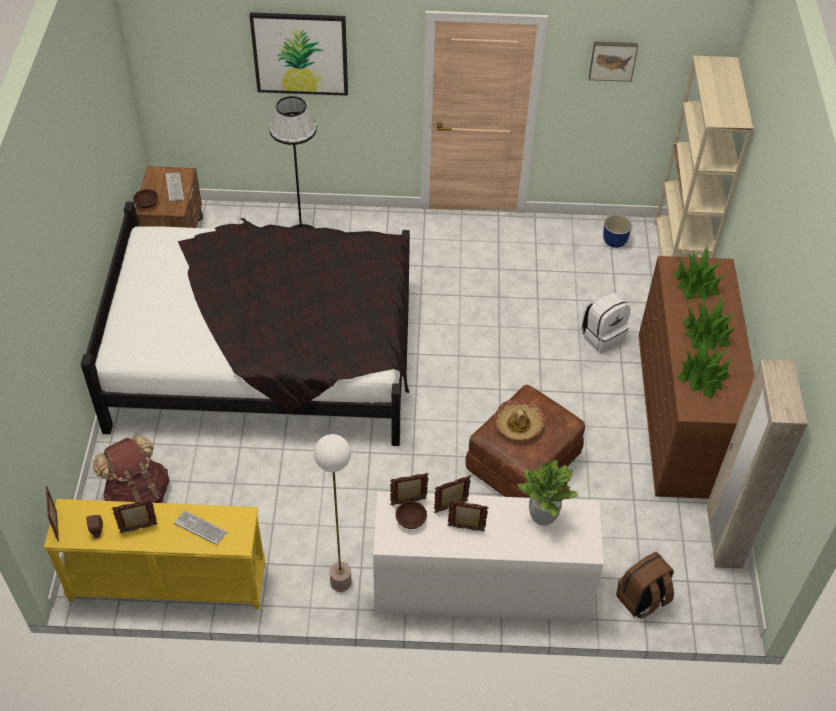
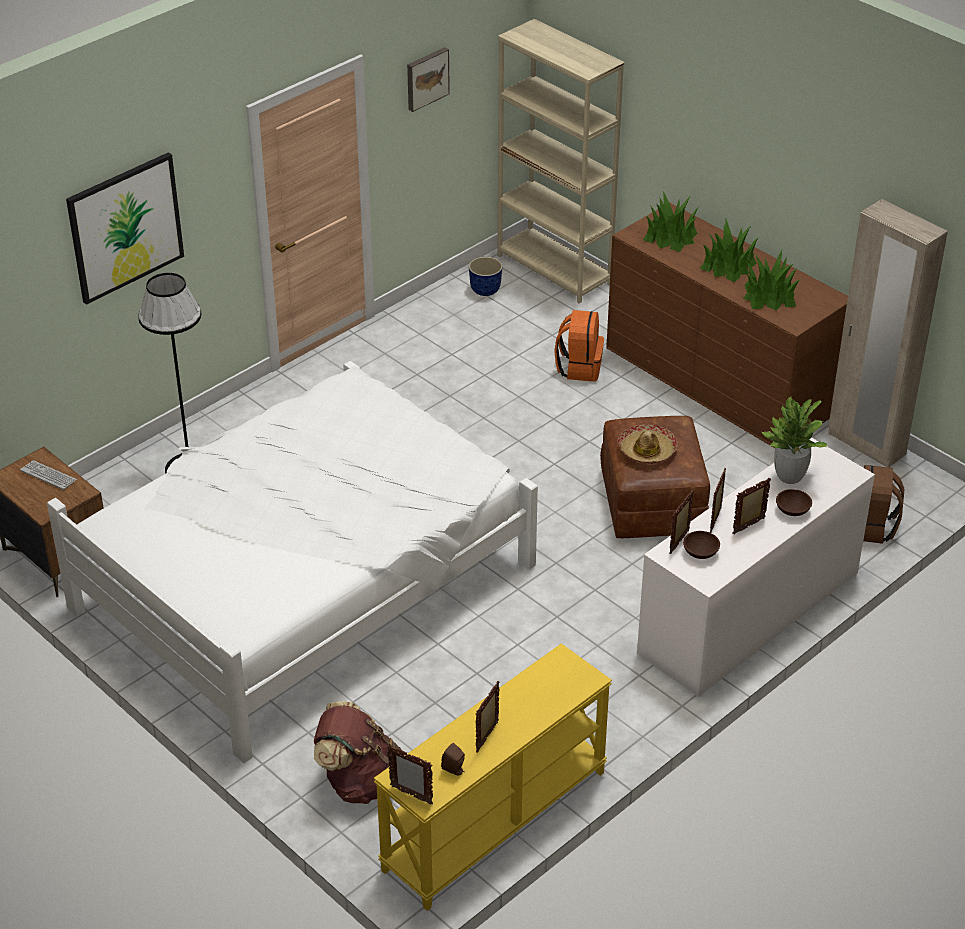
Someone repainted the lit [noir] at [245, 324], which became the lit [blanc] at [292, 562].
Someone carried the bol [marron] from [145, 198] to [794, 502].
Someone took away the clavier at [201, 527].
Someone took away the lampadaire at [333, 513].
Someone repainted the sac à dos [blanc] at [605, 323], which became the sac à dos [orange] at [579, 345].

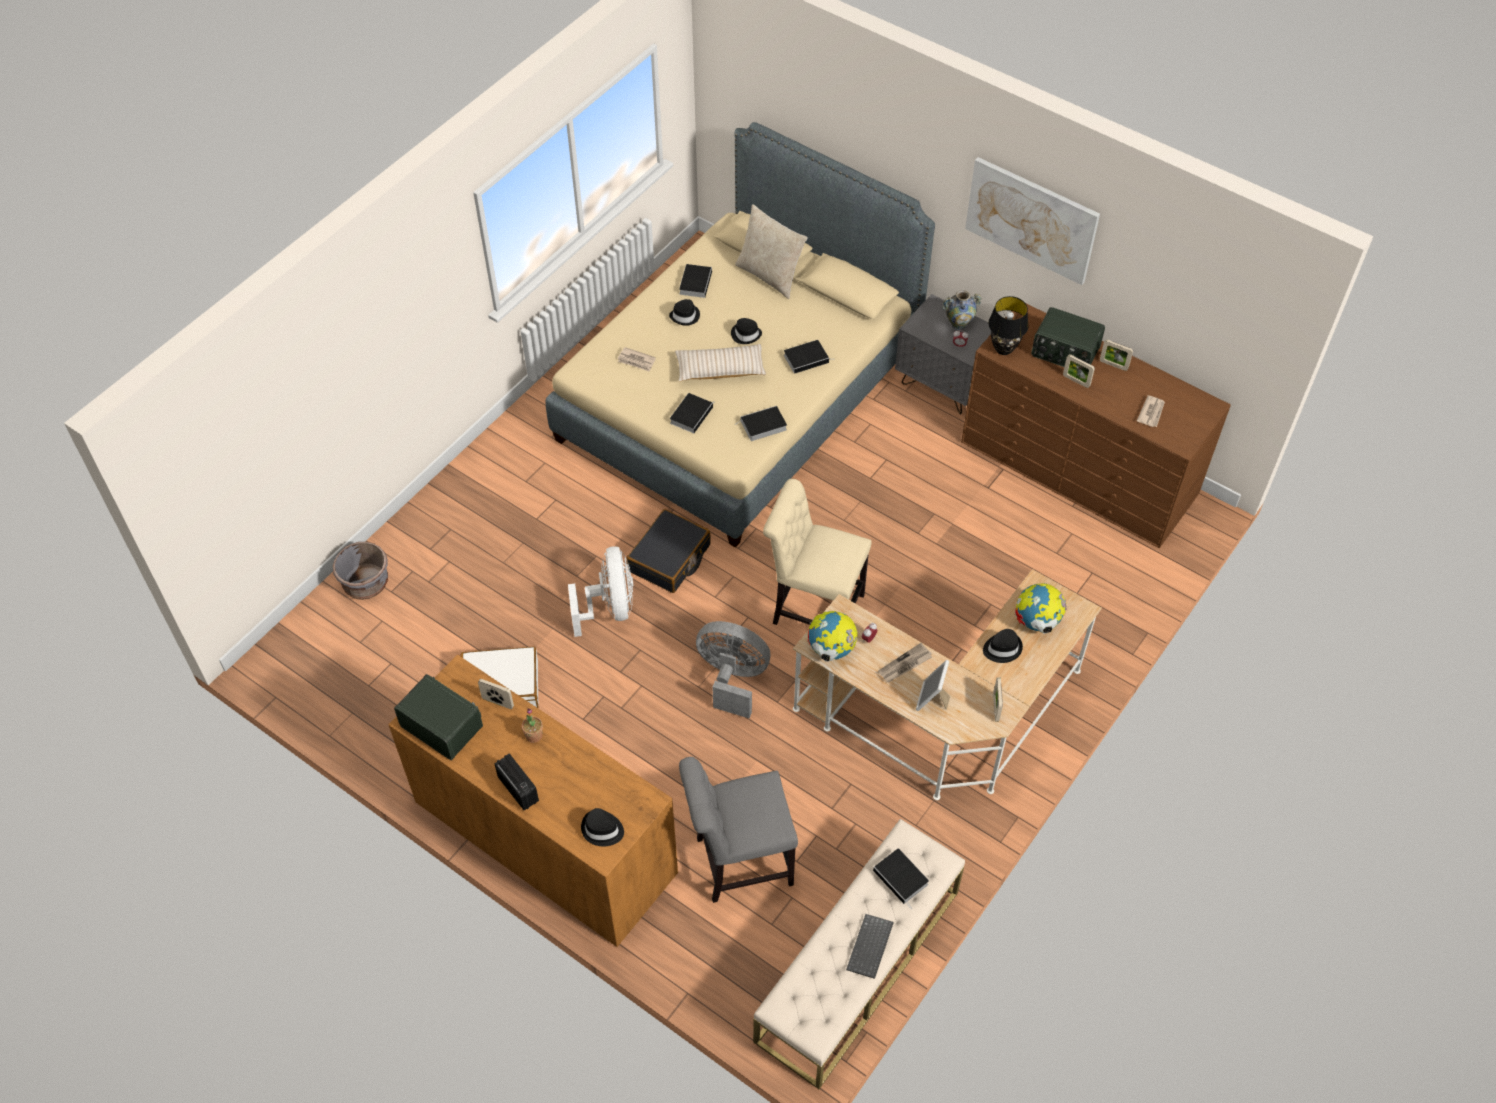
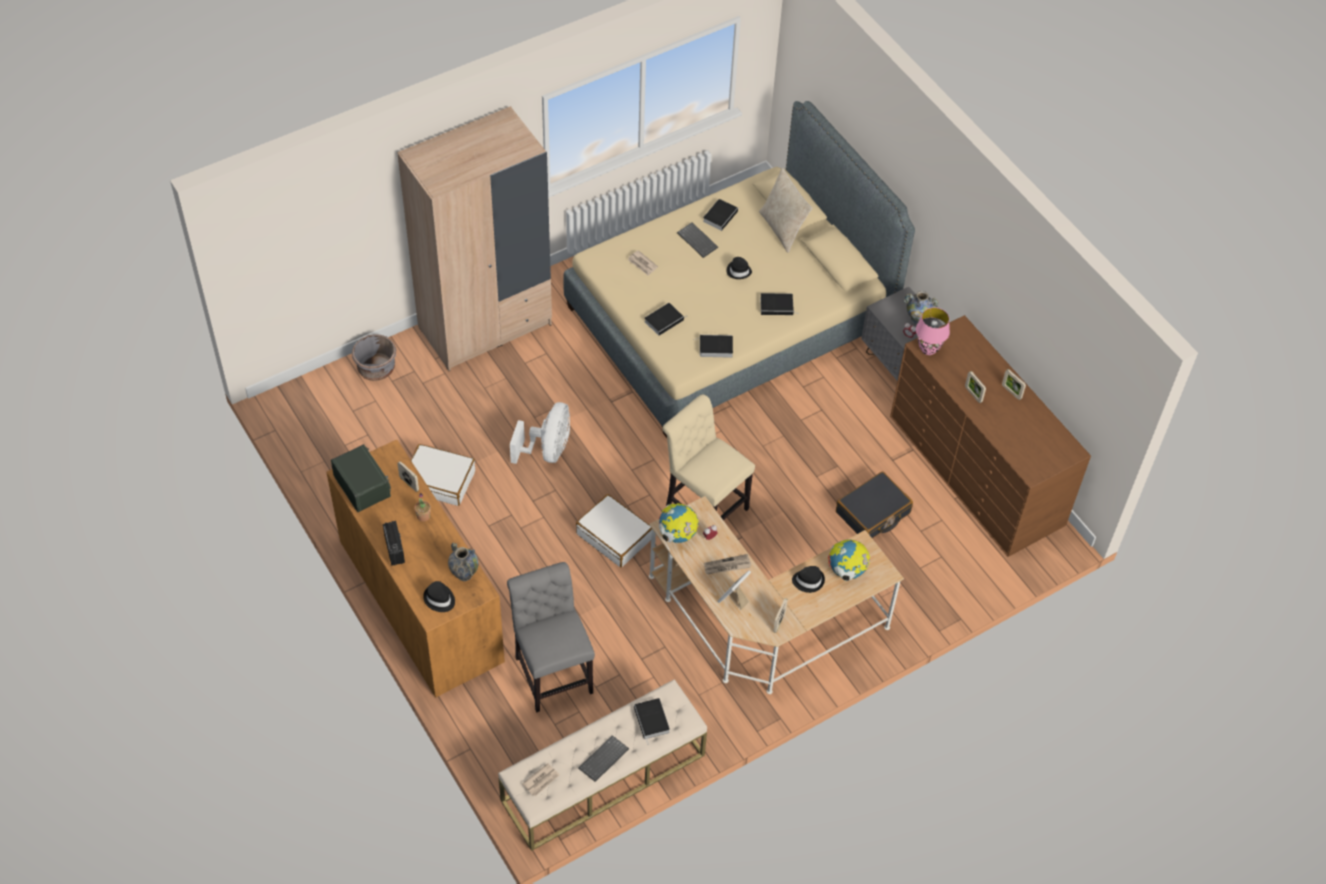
Someone carried the valise [noir] from [668, 551] to [874, 504].
Someone swapped the chapeau [noir] at [684, 312] for the clavier at [697, 240].
Someone took away the coussin [beige] at [720, 363].
Someone rotated the chaise [gris] at [738, 830] by 60 degrees clockwise.
Someone swapped the ventilateur [gris] at [733, 669] for the valise [blanc] at [614, 530].
Someone took away the tableau at [1032, 221].
Someone repainted the lampe de table [noir] at [1008, 325], which became the lampe de table [rose] at [933, 331].
Someone took away the radio at [1068, 337].
Someone carried the journal from [1151, 411] to [541, 780].
Someone put down the armoire [beige] at [474, 238].
Someone put down the vase at [463, 562].

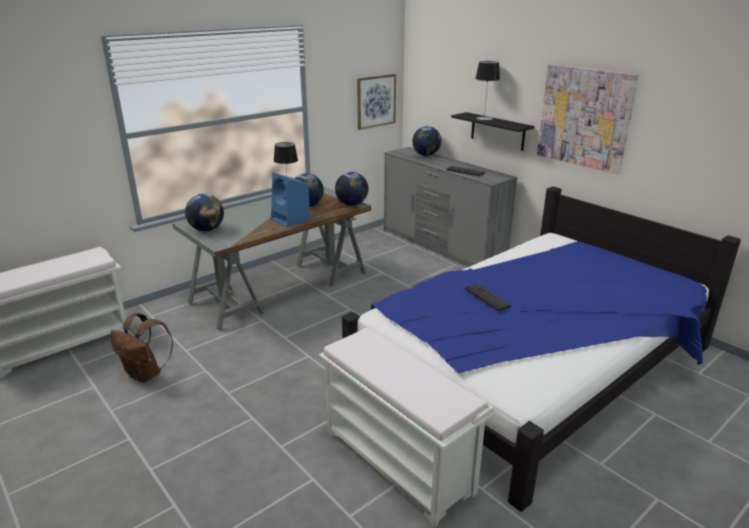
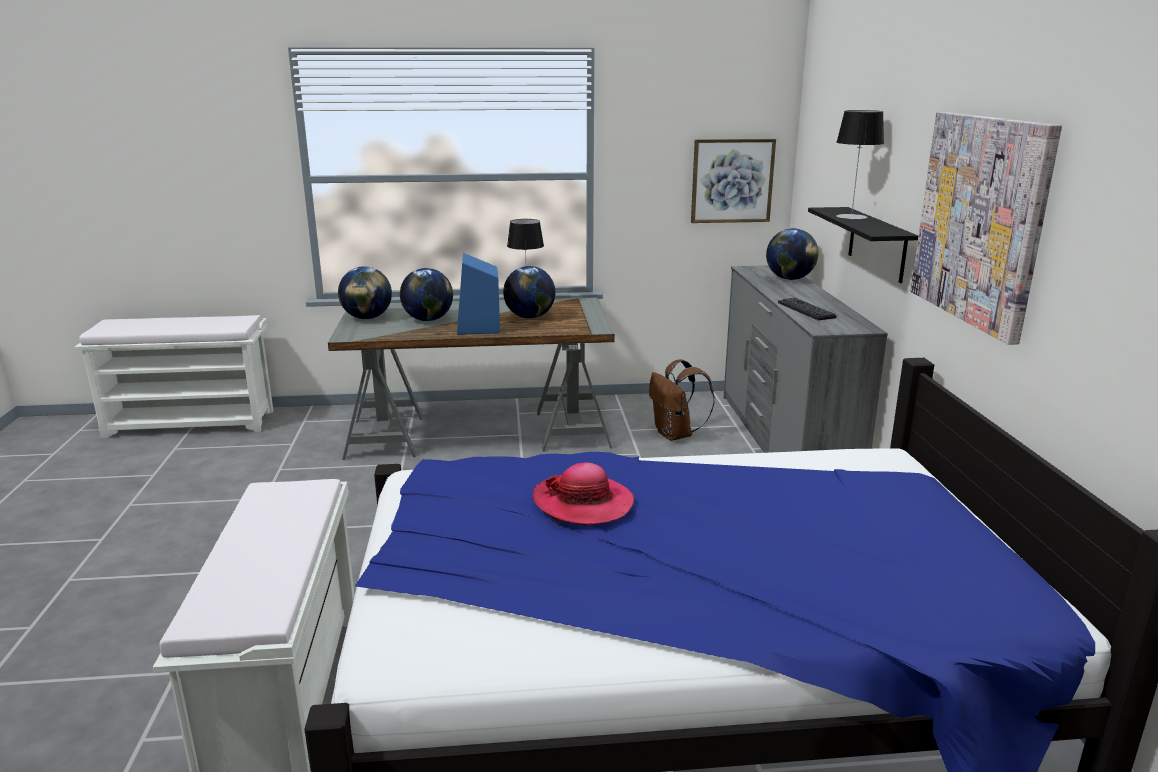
Someone carried the sac à dos [marron] from [142, 348] to [682, 400].
Someone carried the globe from [351, 189] to [426, 294].
Someone swapped the clavier at [488, 297] for the chapeau at [584, 493].

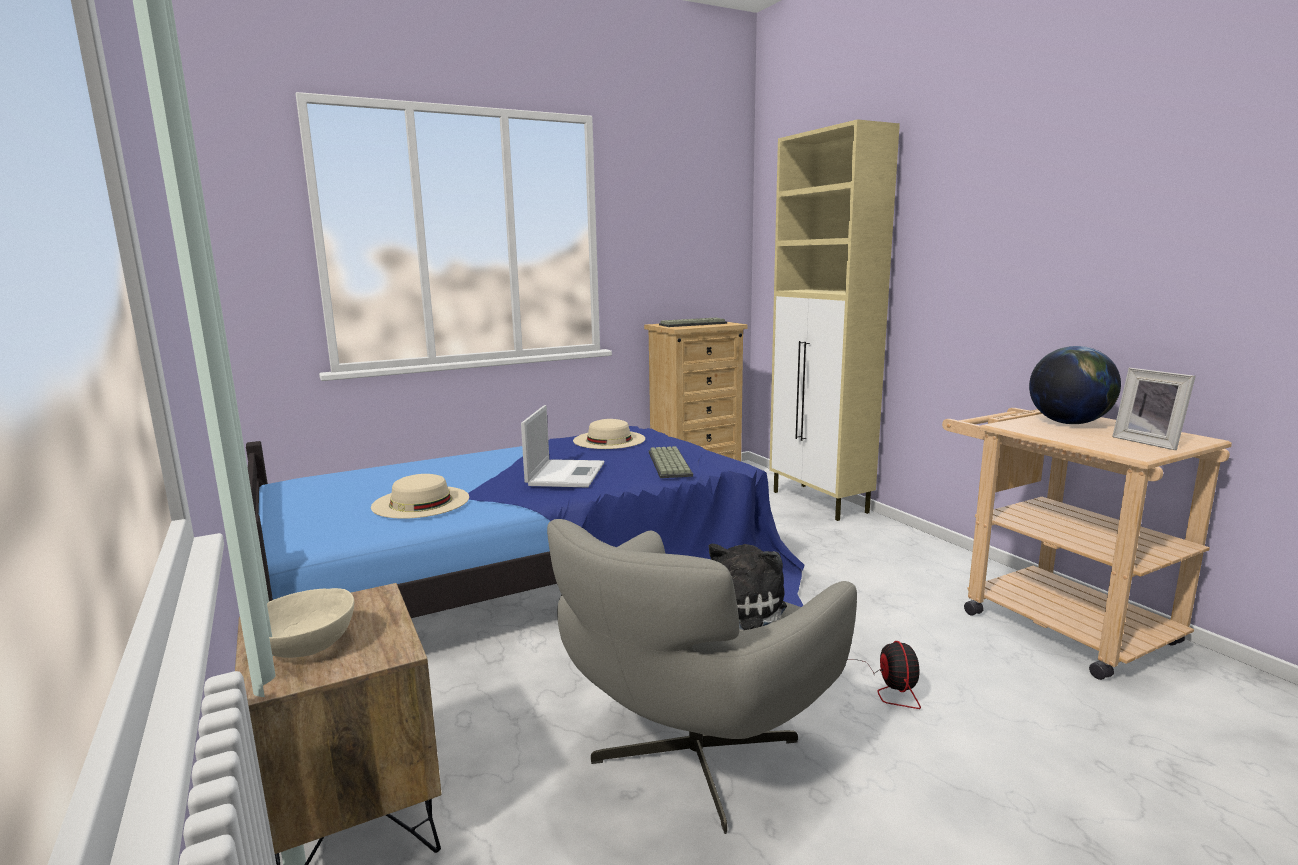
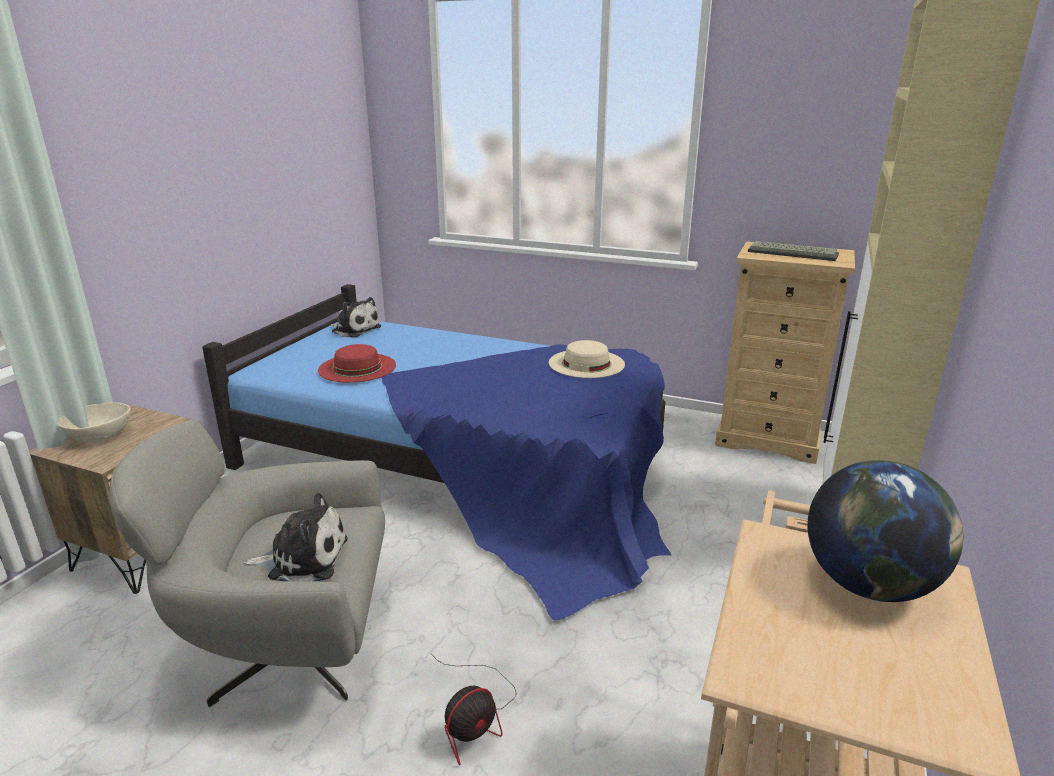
Someone repainted the chapeau [beige] at [420, 496], which became the chapeau [rouge] at [357, 363].
Someone took away the ordinateur portable at [562, 446].
Someone took away the clavier at [671, 462].
Someone took away the cadre photo at [1154, 409].
Someone put down the peluche at [355, 317].

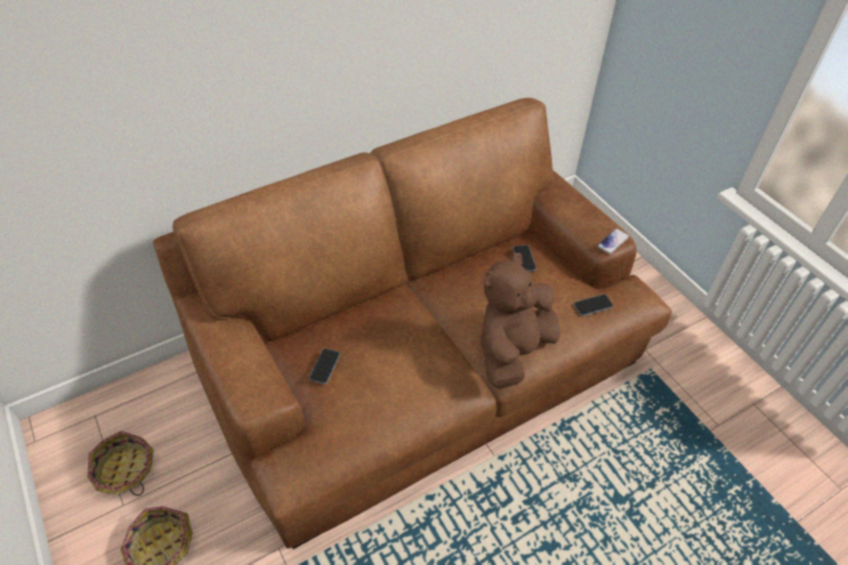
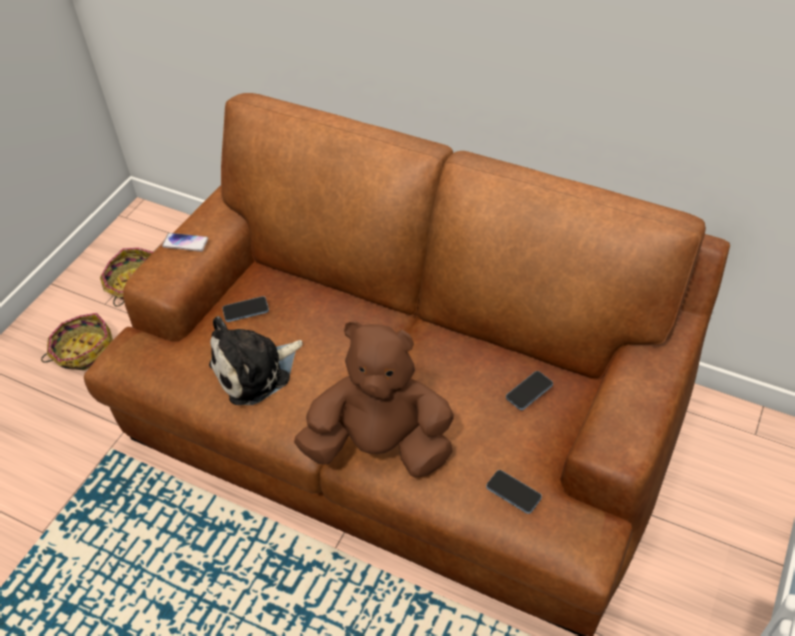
Someone carried the téléphone from [613, 241] to [185, 242].
Someone put down the peluche at [256, 360].

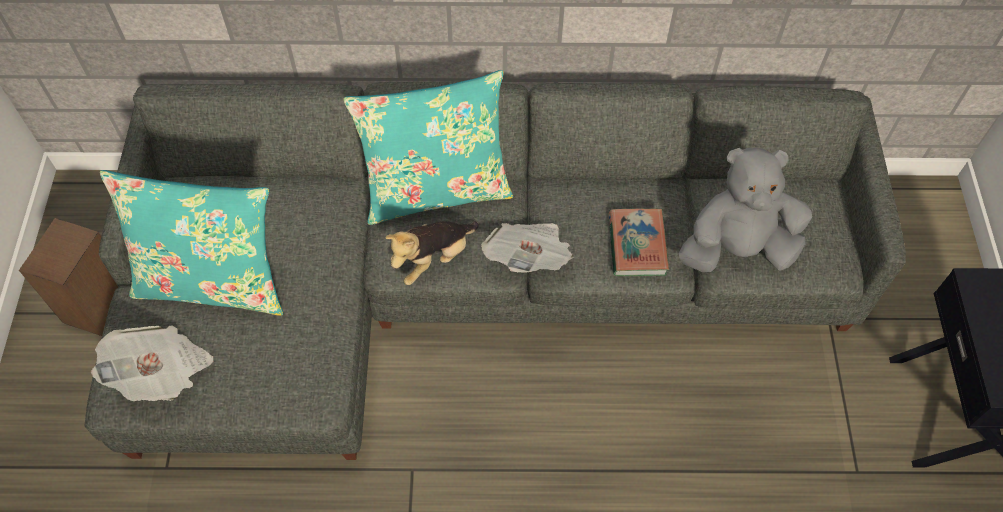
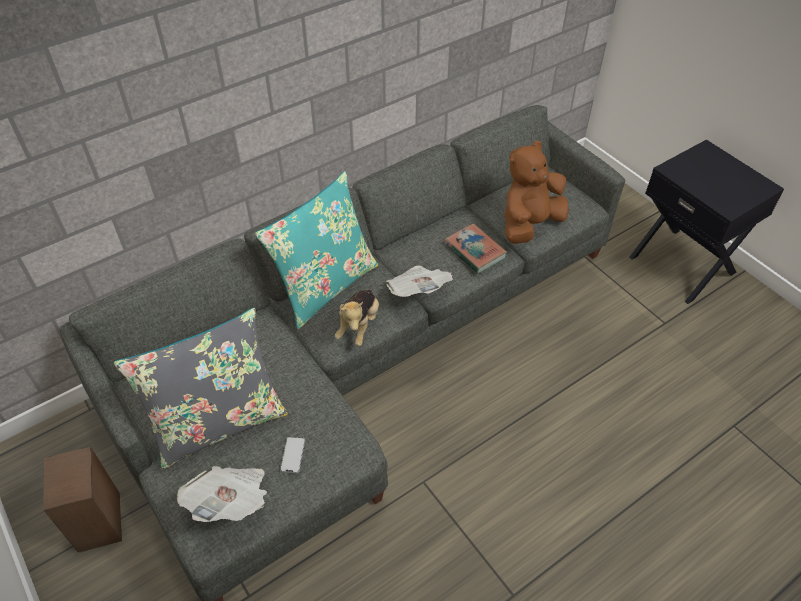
Someone repainted the coussin [turquoise] at [191, 242], which became the coussin [gris] at [201, 389].
Someone repainted the peluche [gris] at [745, 210], which became the peluche [marron] at [537, 192].
Someone put down the téléphone at [292, 455].

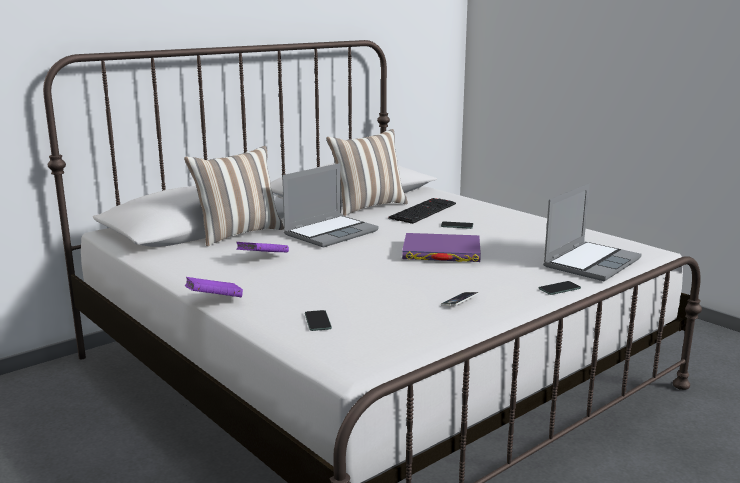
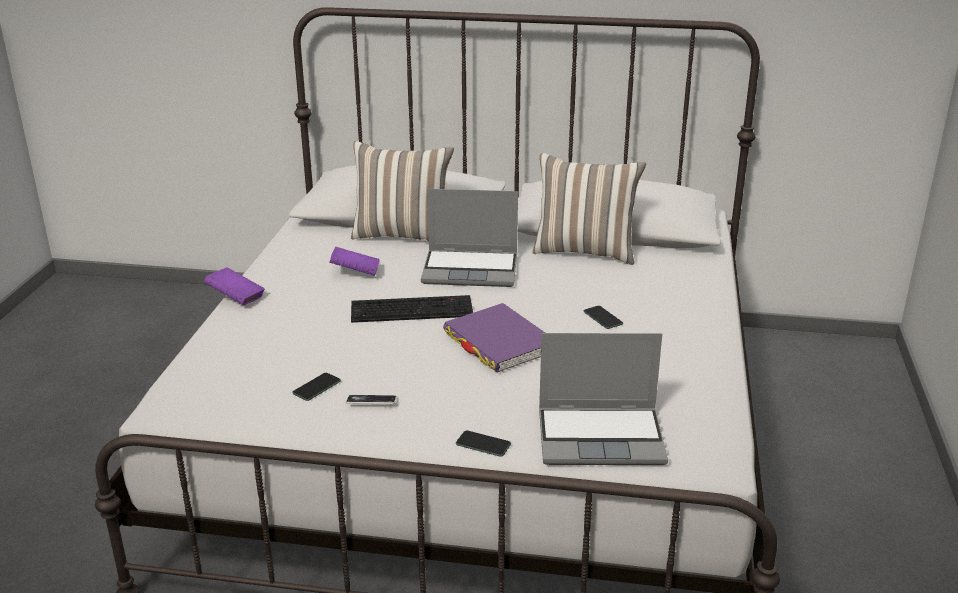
Someone carried the téléphone from [318, 320] to [316, 387].
Someone carried the clavier from [422, 211] to [412, 309].

